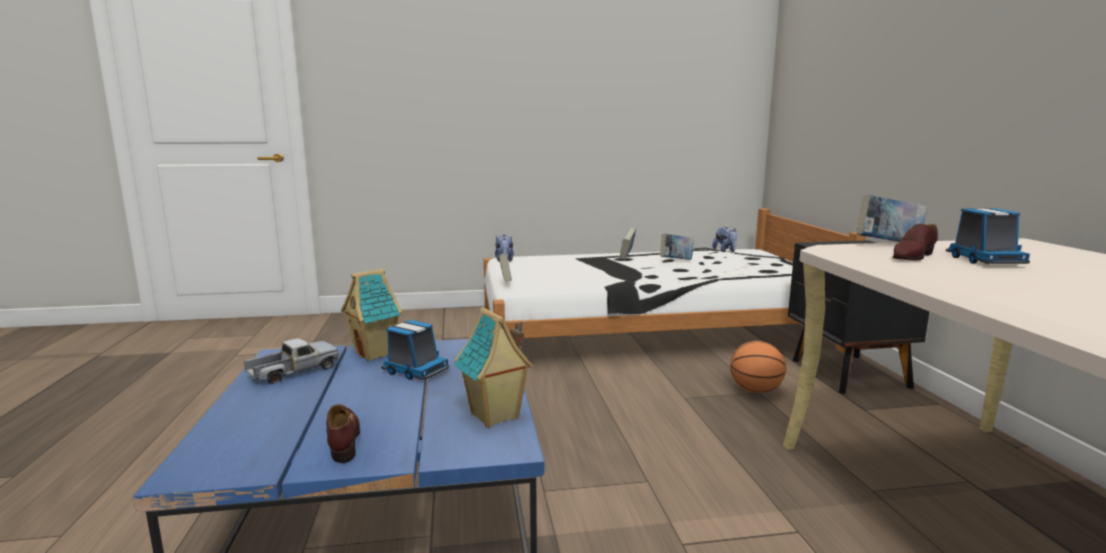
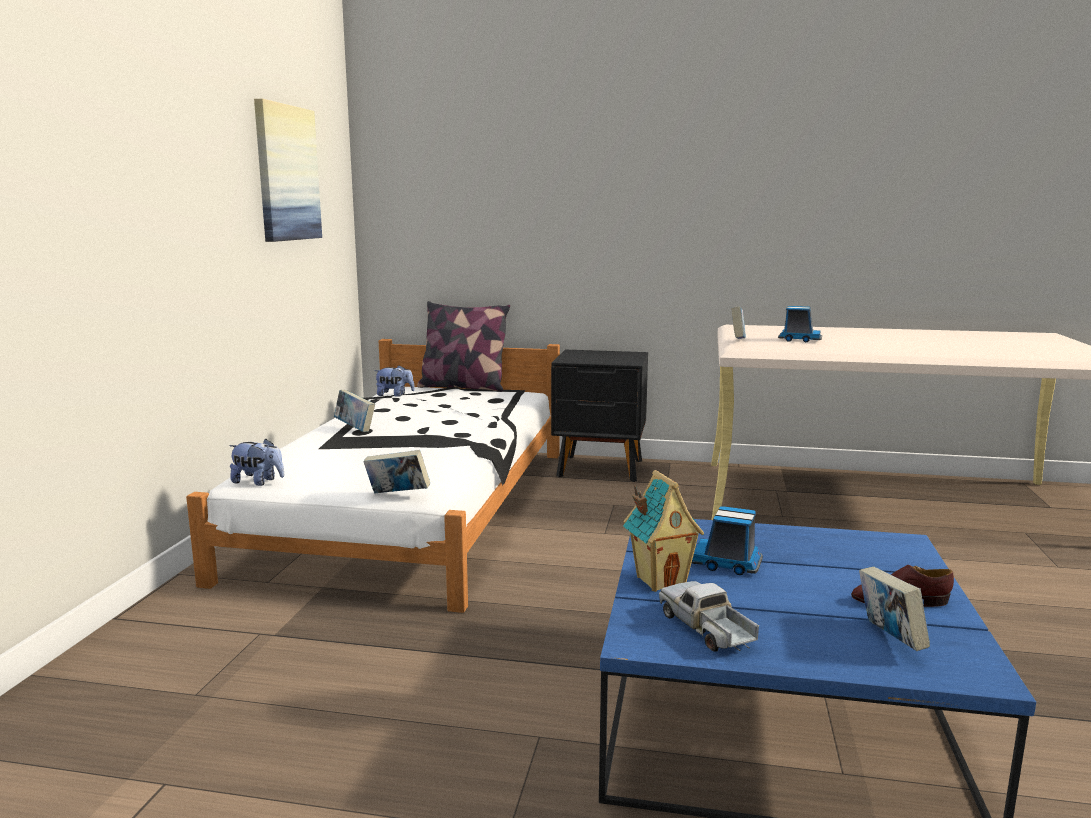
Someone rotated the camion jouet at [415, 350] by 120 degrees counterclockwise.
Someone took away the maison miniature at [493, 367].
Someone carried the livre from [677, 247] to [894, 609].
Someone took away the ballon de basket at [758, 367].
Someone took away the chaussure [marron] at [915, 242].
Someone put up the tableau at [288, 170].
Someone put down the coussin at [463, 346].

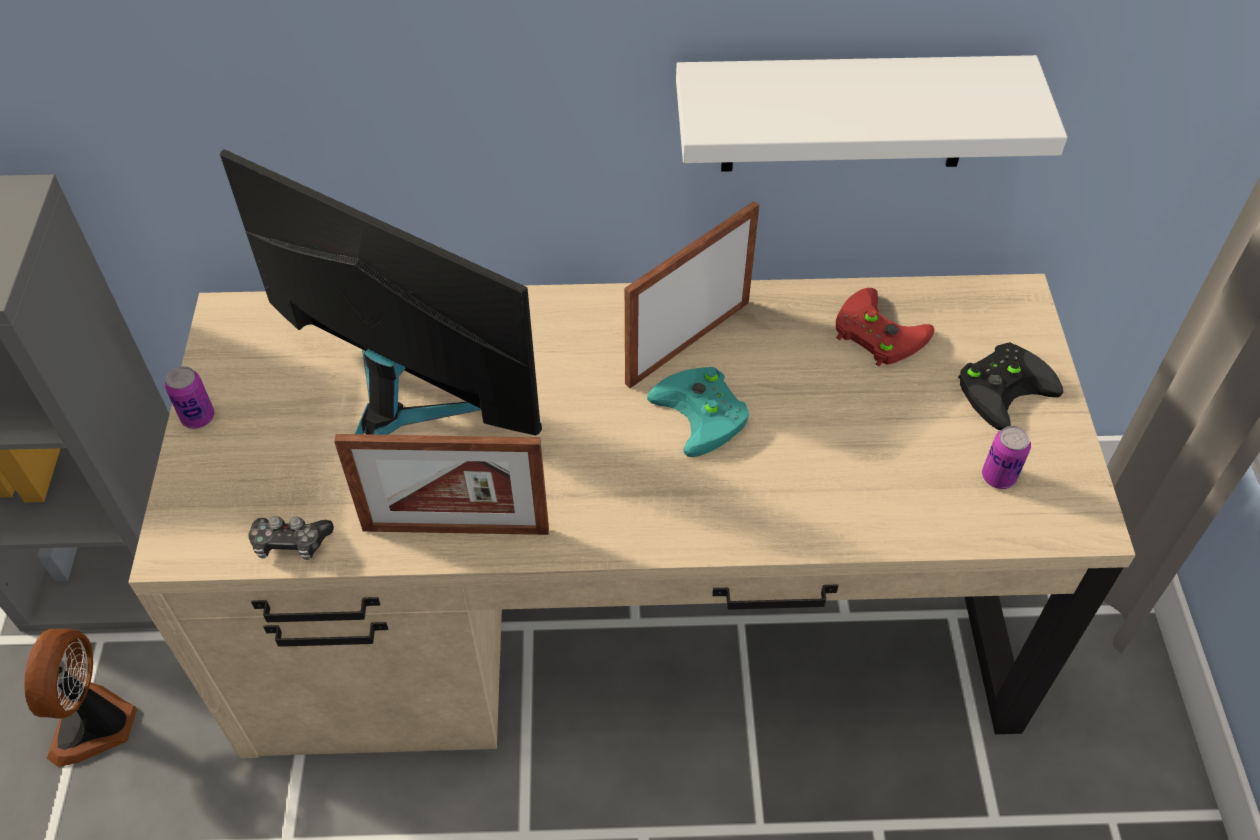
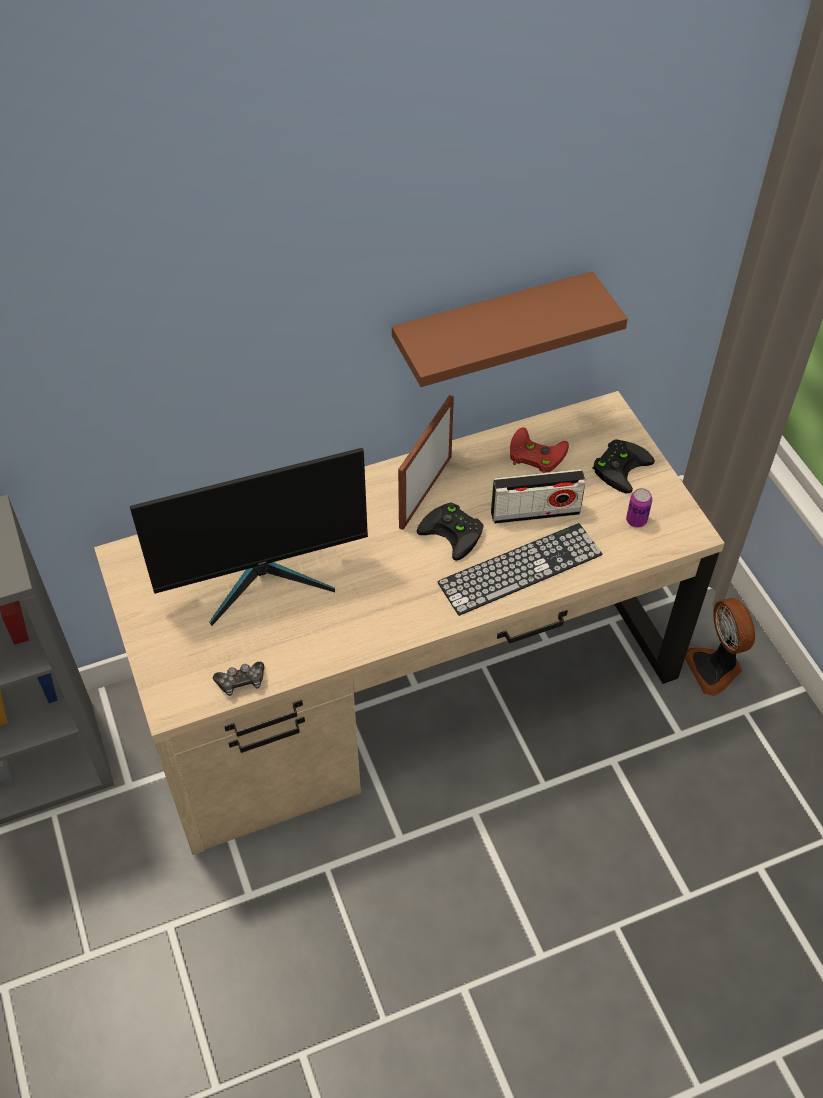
Someone carried the ventilateur from [80, 698] to [720, 647].
Someone took away the boîte métallique at [189, 397].
Someone rotated the écran d'ordinateur at [381, 292] by 150 degrees clockwise.
Someone took away the cadre photo at [441, 484].
Someone repainted the manette [turquoise] at [698, 412], which became the manette [noir] at [450, 532].
Someone repainted the étagère [blanc] at [871, 113], which became the étagère [marron] at [510, 329].
Someone put down the clavier at [520, 569].
Someone put down the radio at [538, 496].

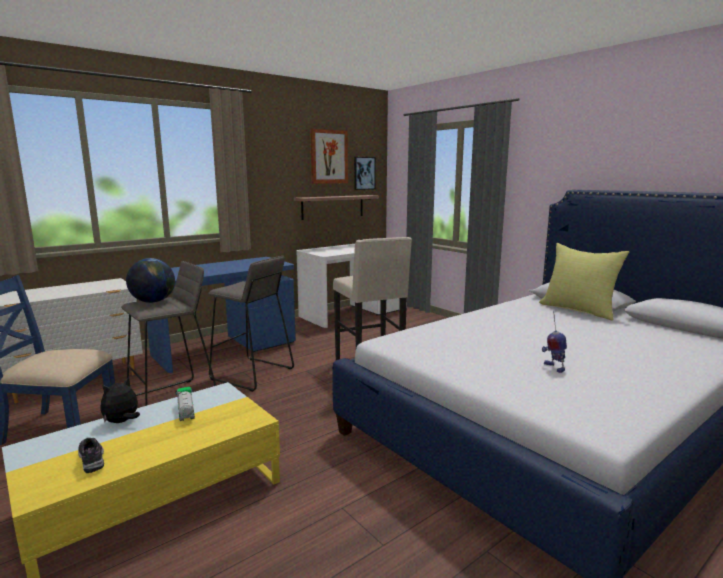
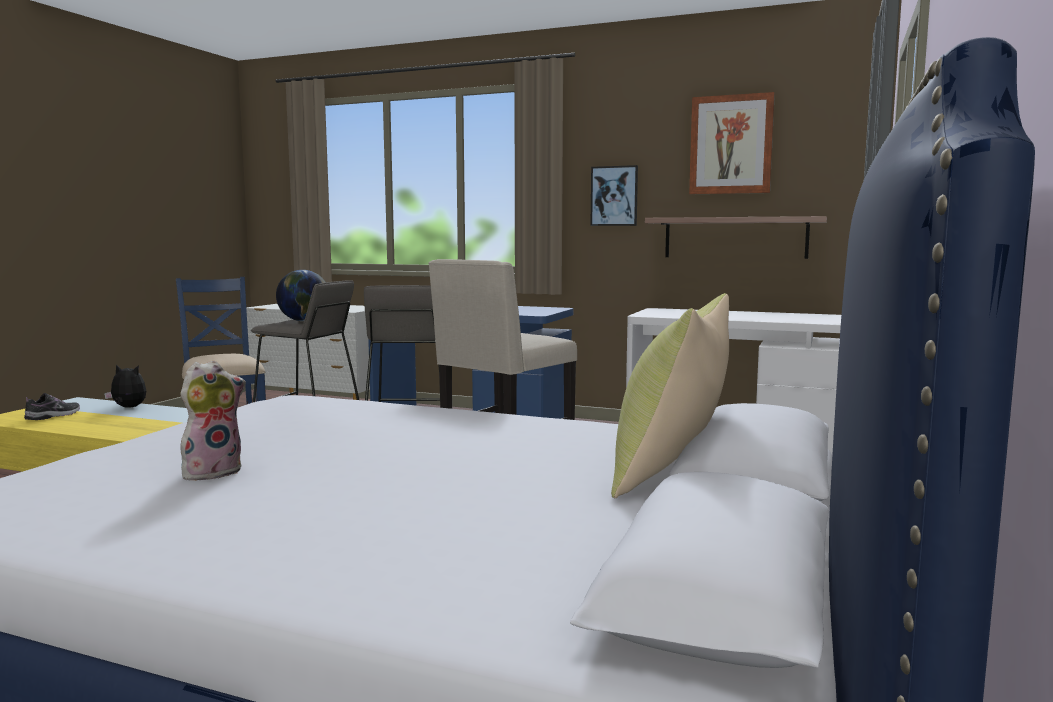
Someone took away the camion jouet at [185, 404].
Someone carried the tableau from [365, 173] to [614, 195].
Someone swapped the robot jouet at [554, 342] for the peluche at [213, 420].

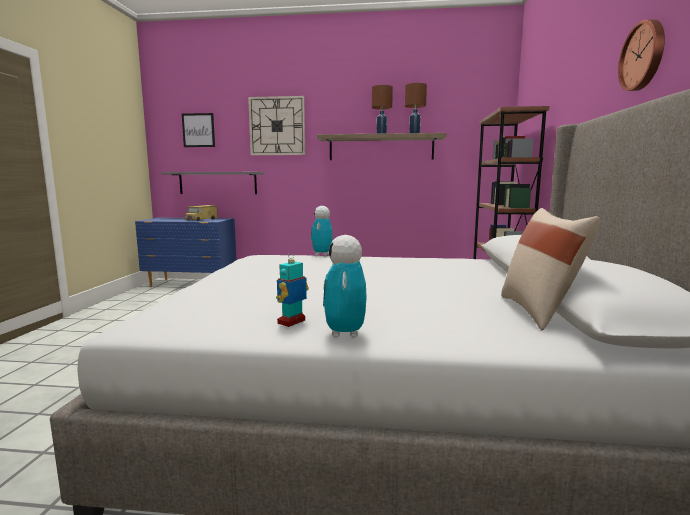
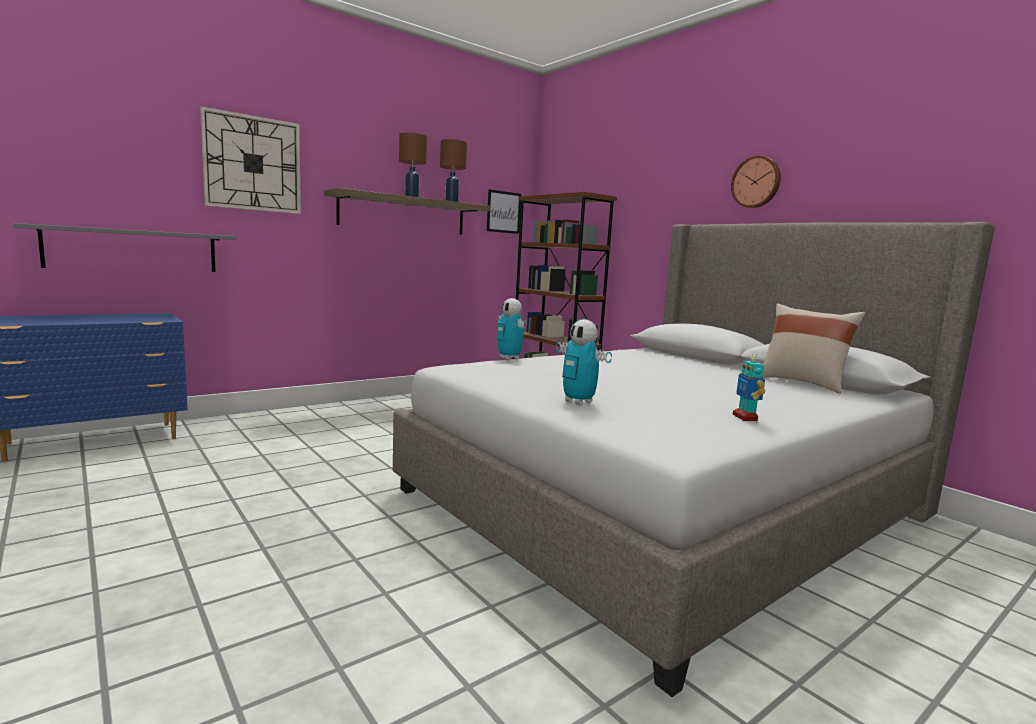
Someone carried the tableau from [198, 130] to [504, 211].
Someone took away the camion jouet at [201, 213].
Someone carried the robot jouet from [345, 286] to [584, 362].

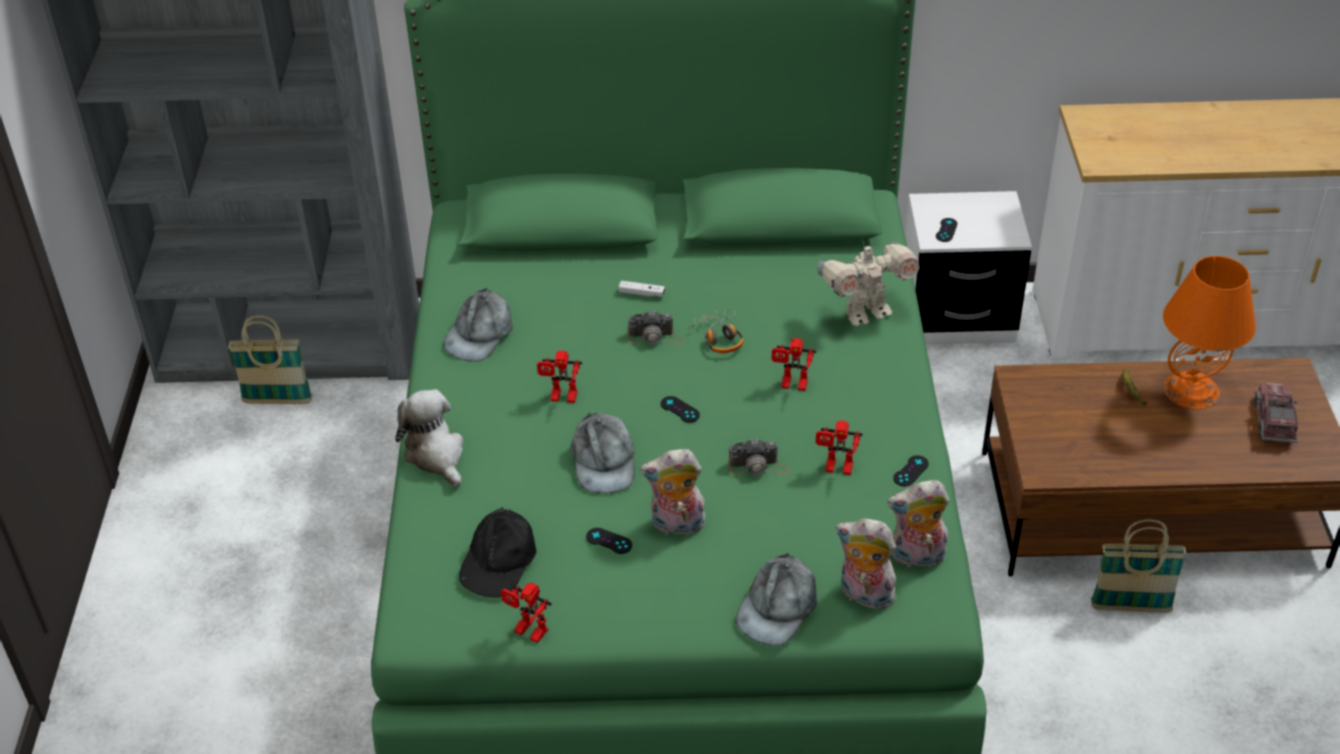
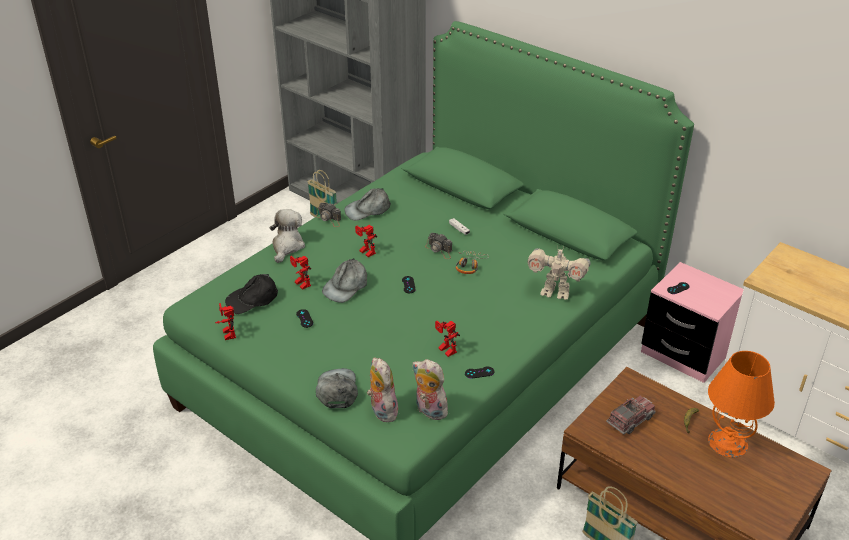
Someone took away the peluche at [672, 494].
Someone carried the appareil photo from [759, 457] to [328, 215].
Someone rotated the casquette [gris] at [776, 599] by 105 degrees clockwise.
Someone carried the robot jouet from [794, 364] to [300, 273].
Someone repainted the table de chevet [blanc] at [968, 268], which became the table de chevet [rose] at [692, 322].
Someone carried the camion jouet from [1276, 413] to [630, 415].

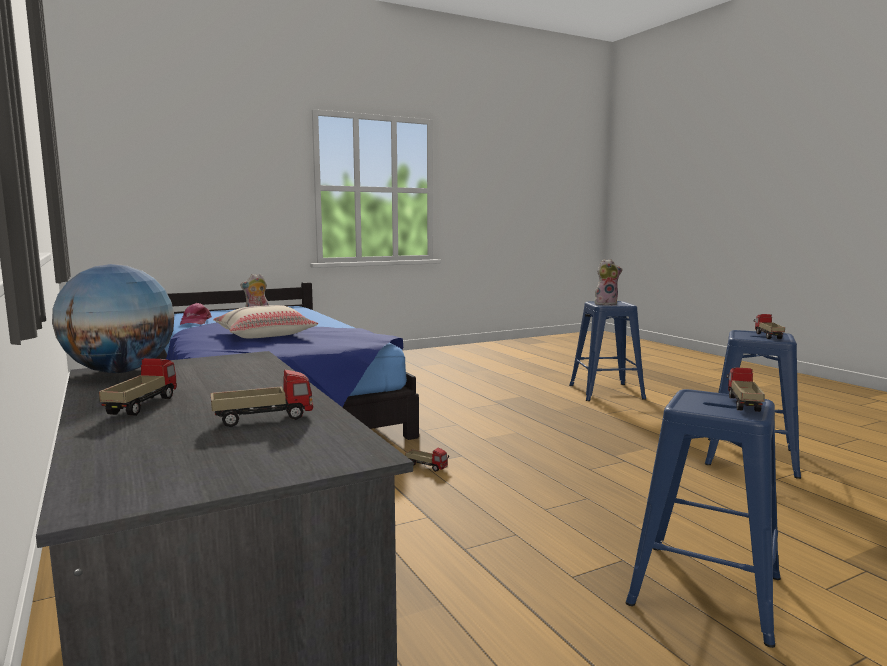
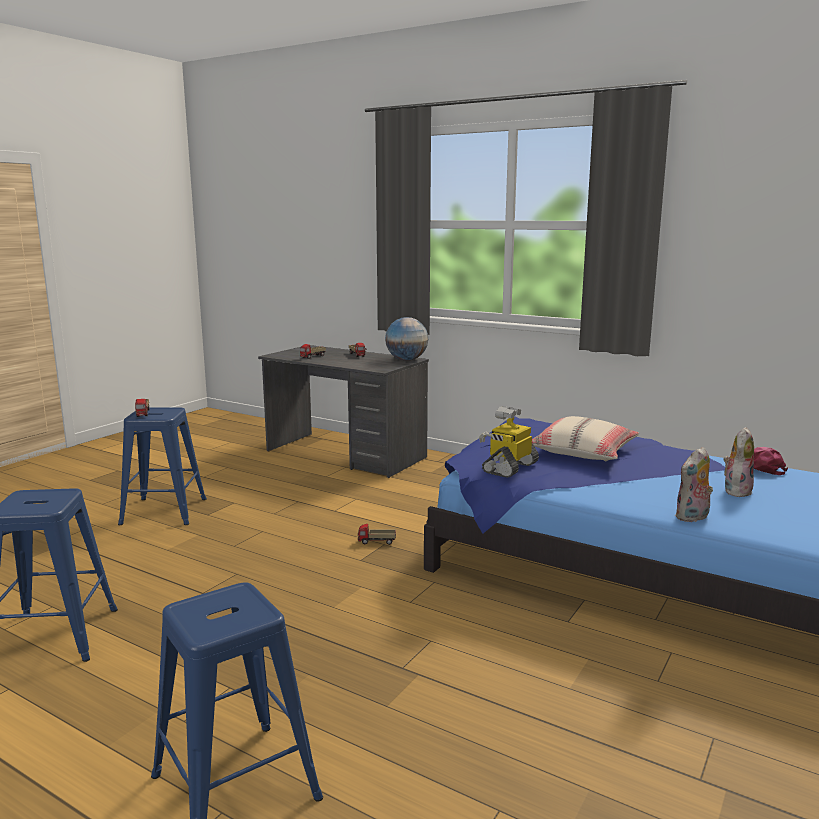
Someone carried the peluche from [609, 282] to [694, 485].
Someone took away the camion jouet at [769, 326].
Someone put down the robot jouet at [509, 442].

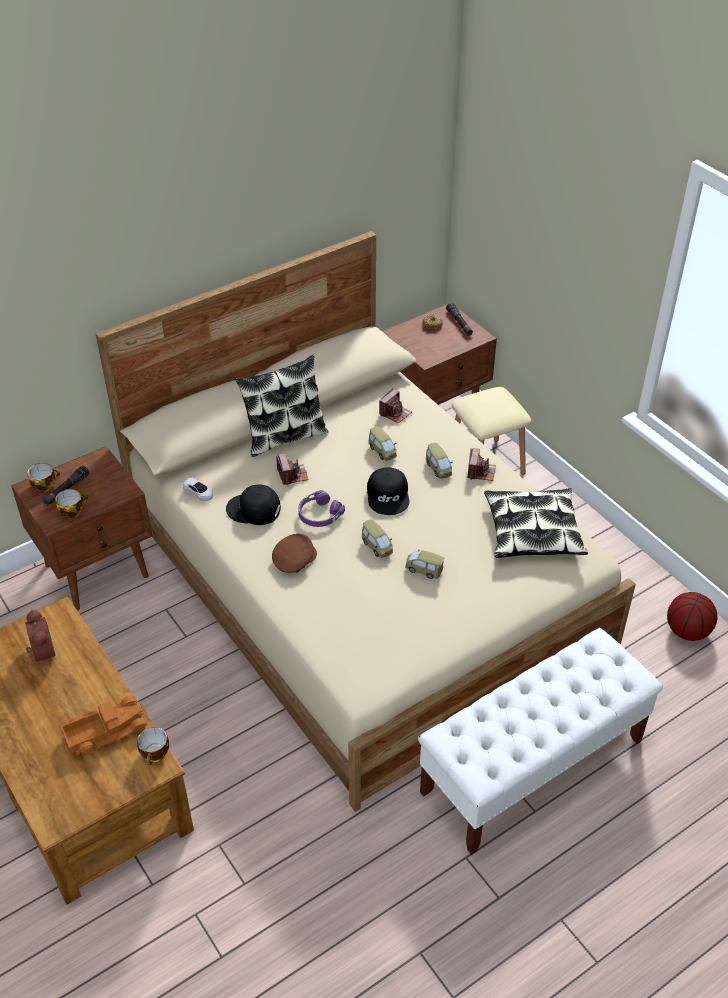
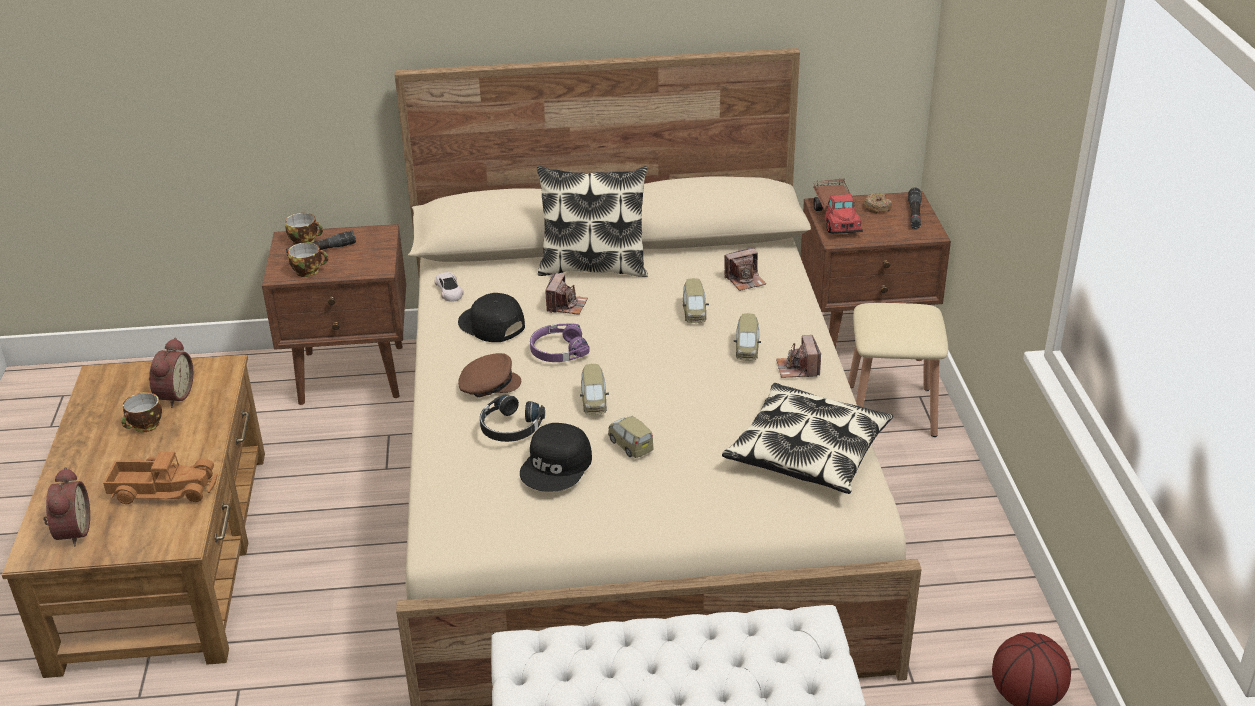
Someone carried the tasse from [153, 746] to [141, 412].
Someone carried the casquette [noir] from [388, 491] to [556, 457].
Someone rotated the appareil photo at [481, 464] by 135 degrees clockwise.
Someone put down the réveil at [66, 506].
Someone put down the casque audio [noir] at [512, 418].
Someone put down the camion jouet at [838, 206].

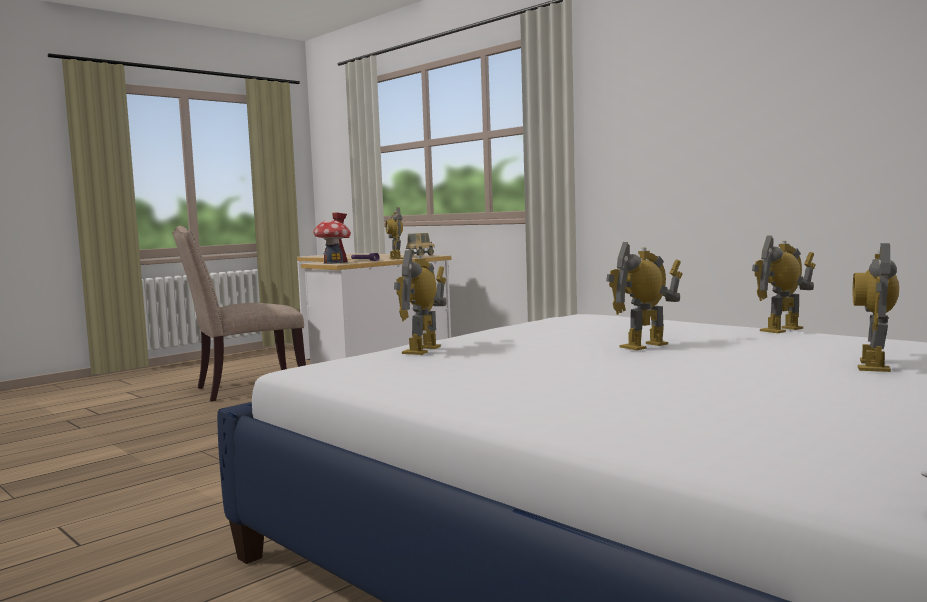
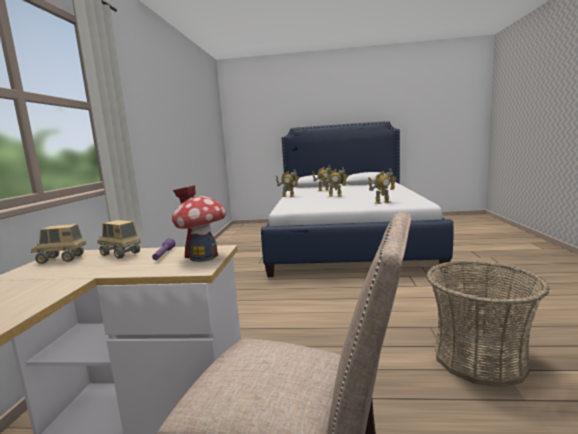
Someone swapped the robot jouet at [394, 233] for the camion jouet at [119, 239].
Someone put down the panier at [488, 324].

